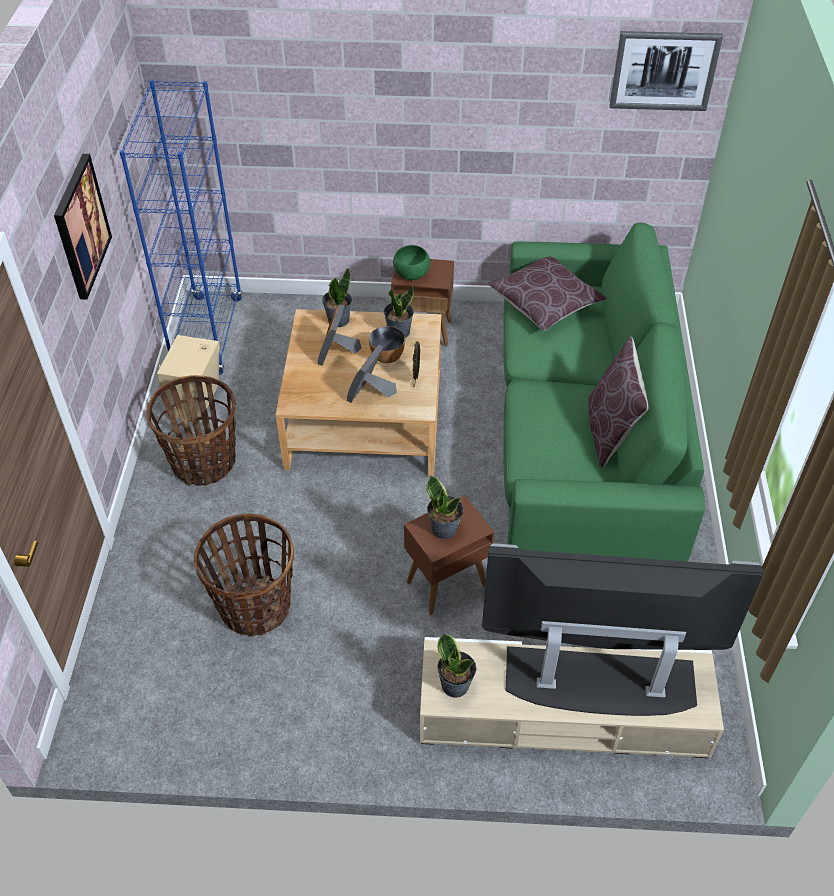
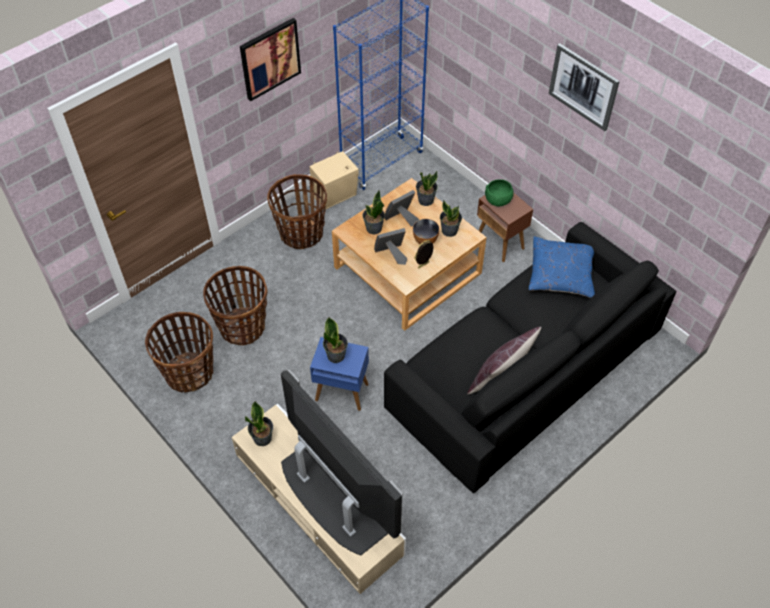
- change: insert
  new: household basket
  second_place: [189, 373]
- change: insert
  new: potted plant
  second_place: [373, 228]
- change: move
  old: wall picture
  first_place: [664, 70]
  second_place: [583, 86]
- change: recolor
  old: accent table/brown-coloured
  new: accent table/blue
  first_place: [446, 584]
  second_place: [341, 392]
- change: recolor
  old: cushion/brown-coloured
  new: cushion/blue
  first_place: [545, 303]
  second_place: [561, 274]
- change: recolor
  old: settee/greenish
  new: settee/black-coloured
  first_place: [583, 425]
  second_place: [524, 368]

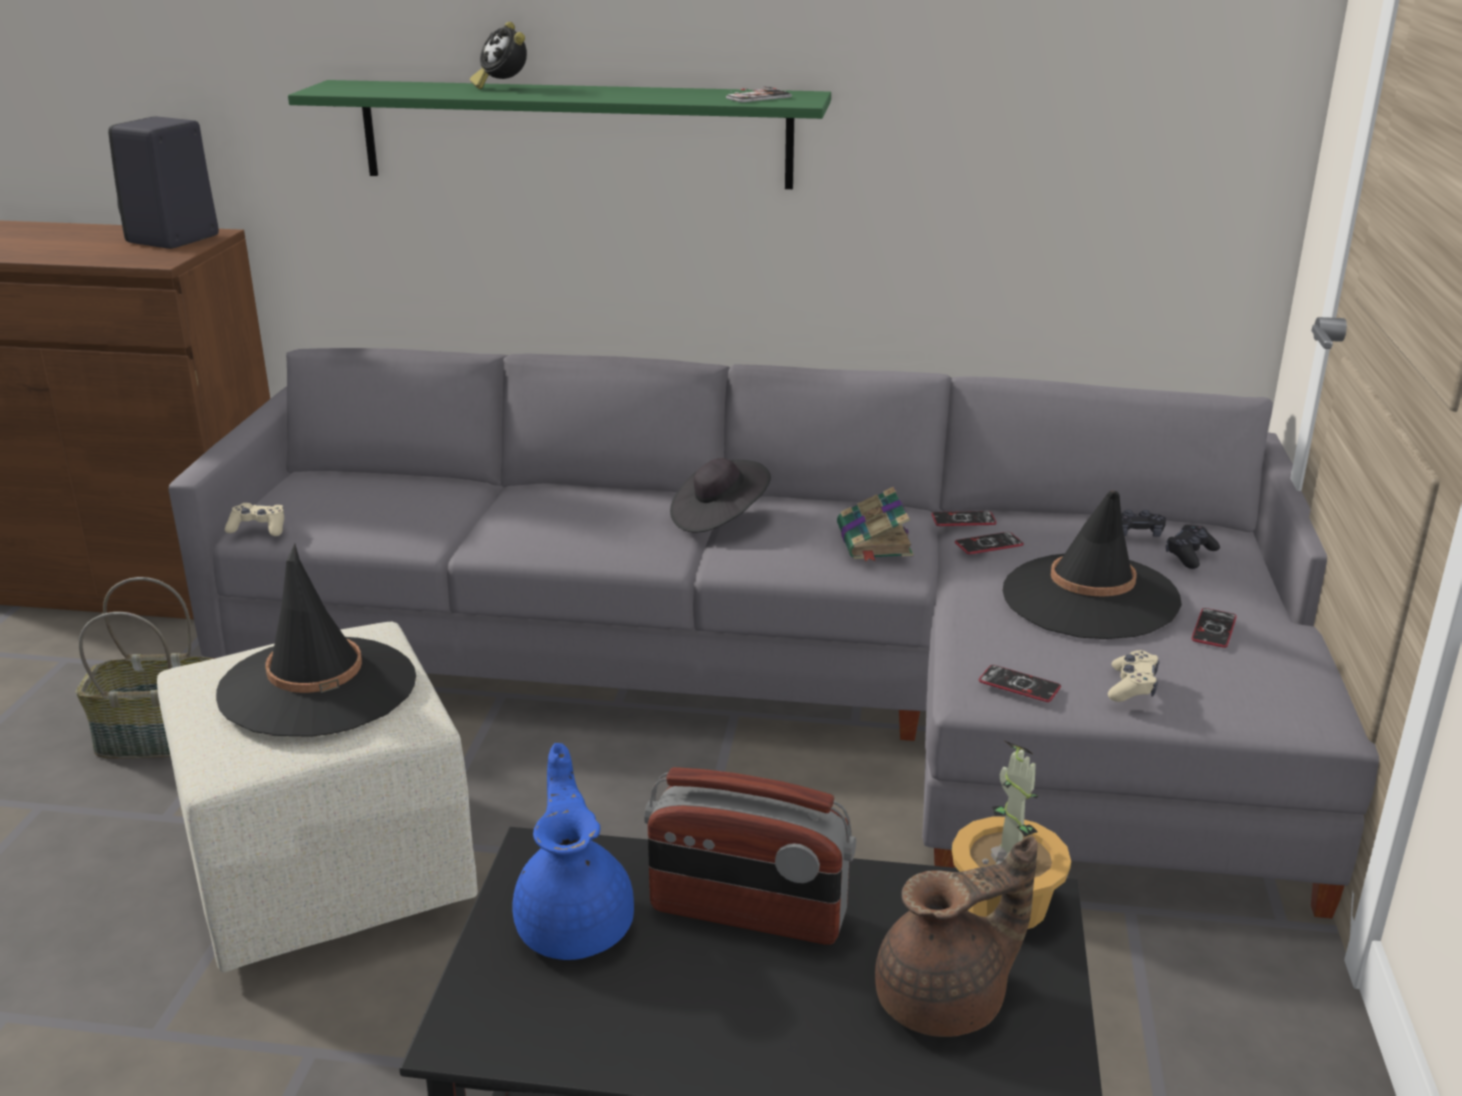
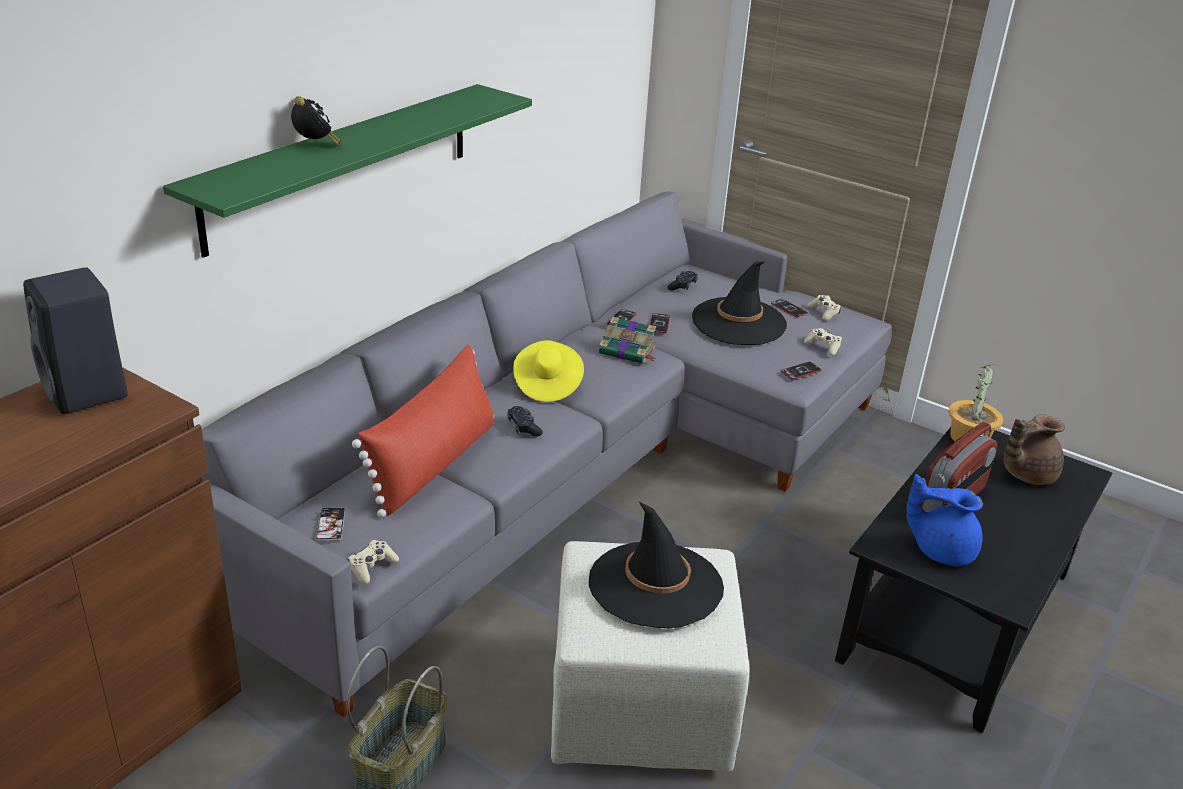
- change: insert
  new: cushion/red
  second_place: [434, 463]
- change: insert
  new: joypad/sand-coloured
  second_place: [824, 312]
- change: move
  old: telephone
  first_place: [759, 98]
  second_place: [330, 525]
- change: move
  old: joypad/black-coloured
  first_place: [1190, 555]
  second_place: [523, 427]
- change: recolor
  old: wearable hat/black-coloured
  new: wearable hat/yellow
  first_place: [719, 517]
  second_place: [547, 385]
- change: rotate
  old: alarm clock
  first_place: [502, 87]
  second_place: [316, 145]
  degrees: -105
- change: rotate
  old: teapot/brown-coloured
  first_place: [946, 1001]
  second_place: [1025, 474]
  degrees: -120

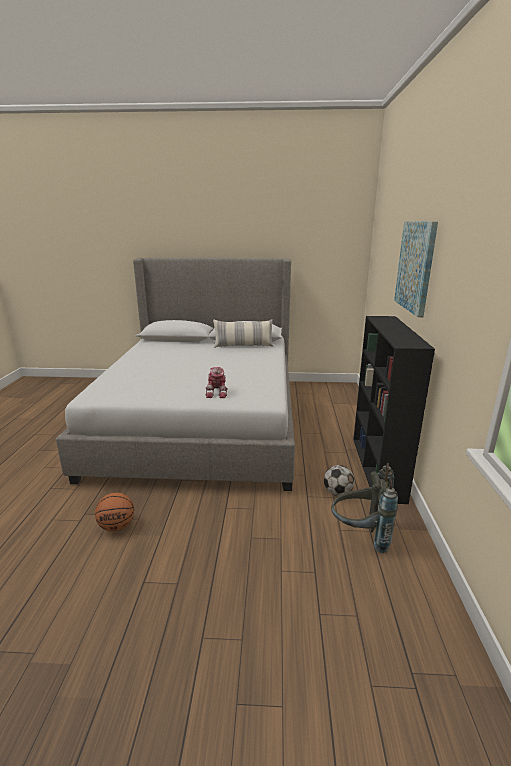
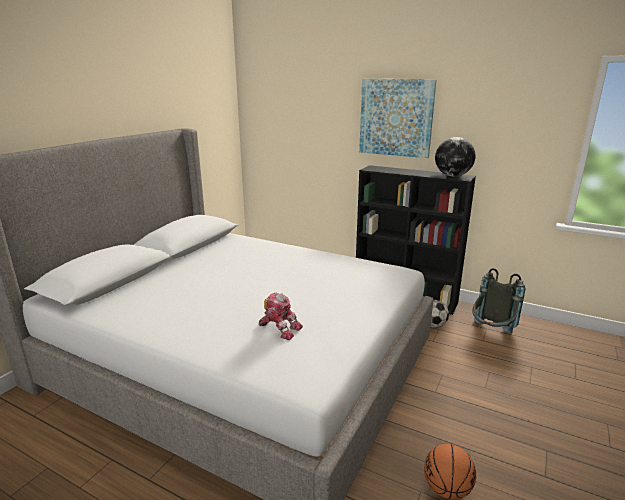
- change: delete
  old: cushion
  first_place: [243, 346]
- change: insert
  new: desk globe
  second_place: [452, 176]
- change: move
  old: model robot
  first_place: [218, 392]
  second_place: [280, 328]

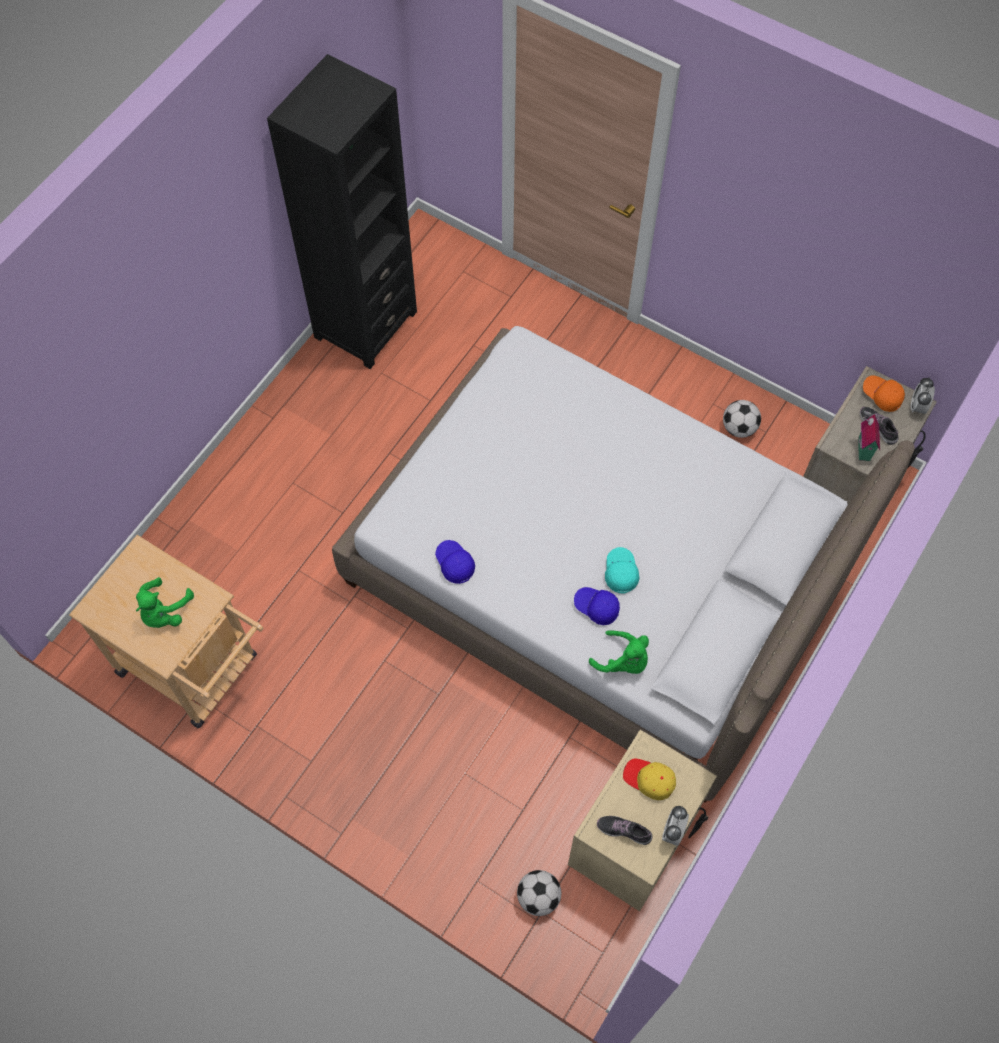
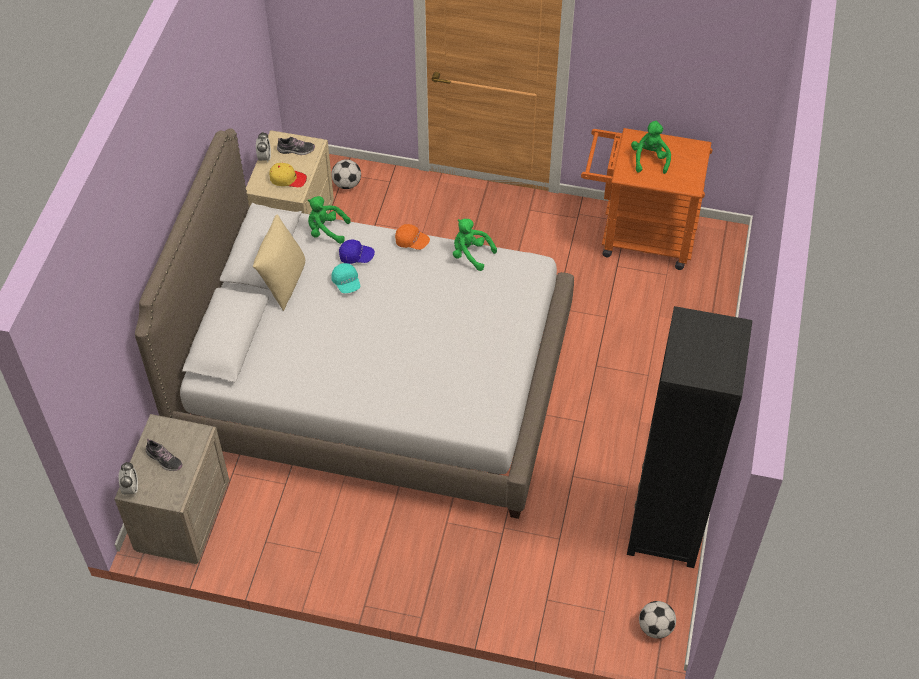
- change: delete
  old: toy house
  first_place: [862, 449]
- change: insert
  new: cushion/sand-coloured
  second_place: [283, 283]
- change: move
  old: ball for football
  first_place: [739, 428]
  second_place: [655, 627]
- change: move
  old: cap/orange
  first_place: [881, 396]
  second_place: [412, 242]
- change: replace
  old: cap/blue
  new: plush toy/greenish
  first_place: [454, 564]
  second_place: [470, 254]
- change: recolor
  old: cart/sand-coloured
  new: cart/orange
  first_place: [197, 670]
  second_place: [638, 236]

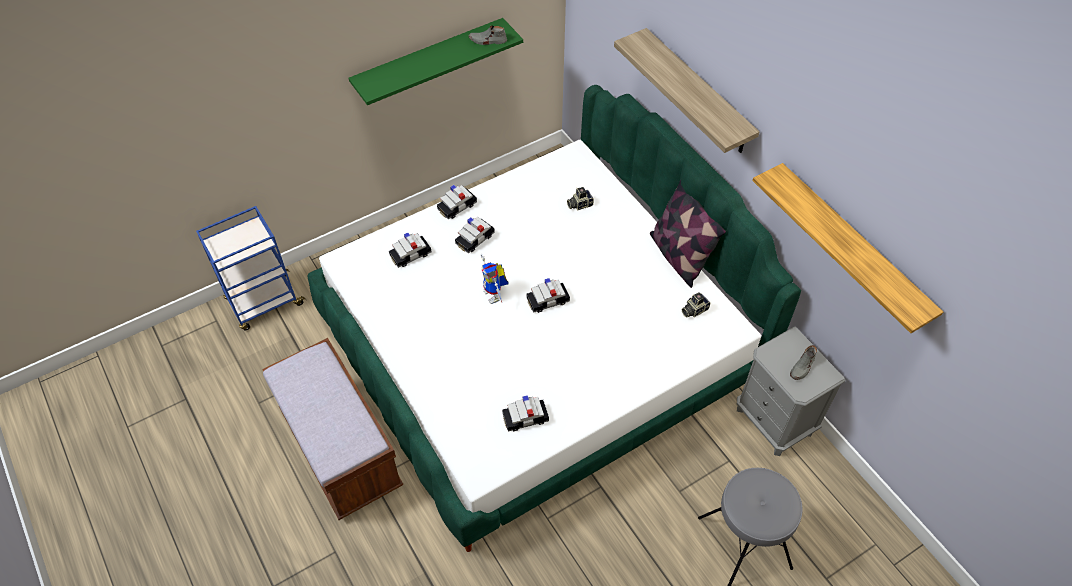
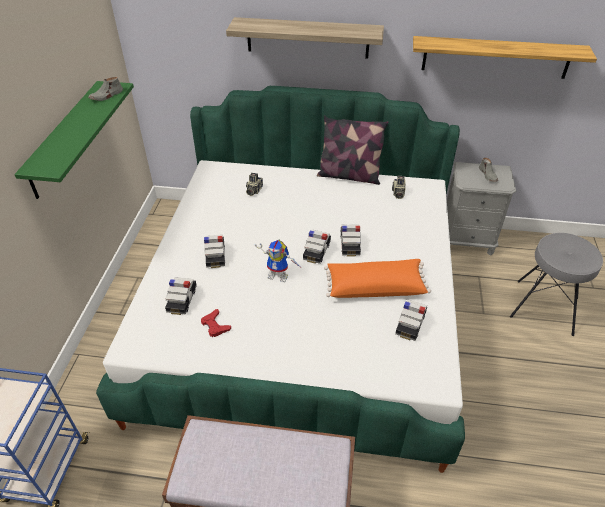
- change: insert
  new: joypad/red
  second_place: [215, 325]
- change: insert
  new: cushion/orange
  second_place: [375, 286]
- change: move
  old: model car
  first_place: [457, 207]
  second_place: [350, 245]

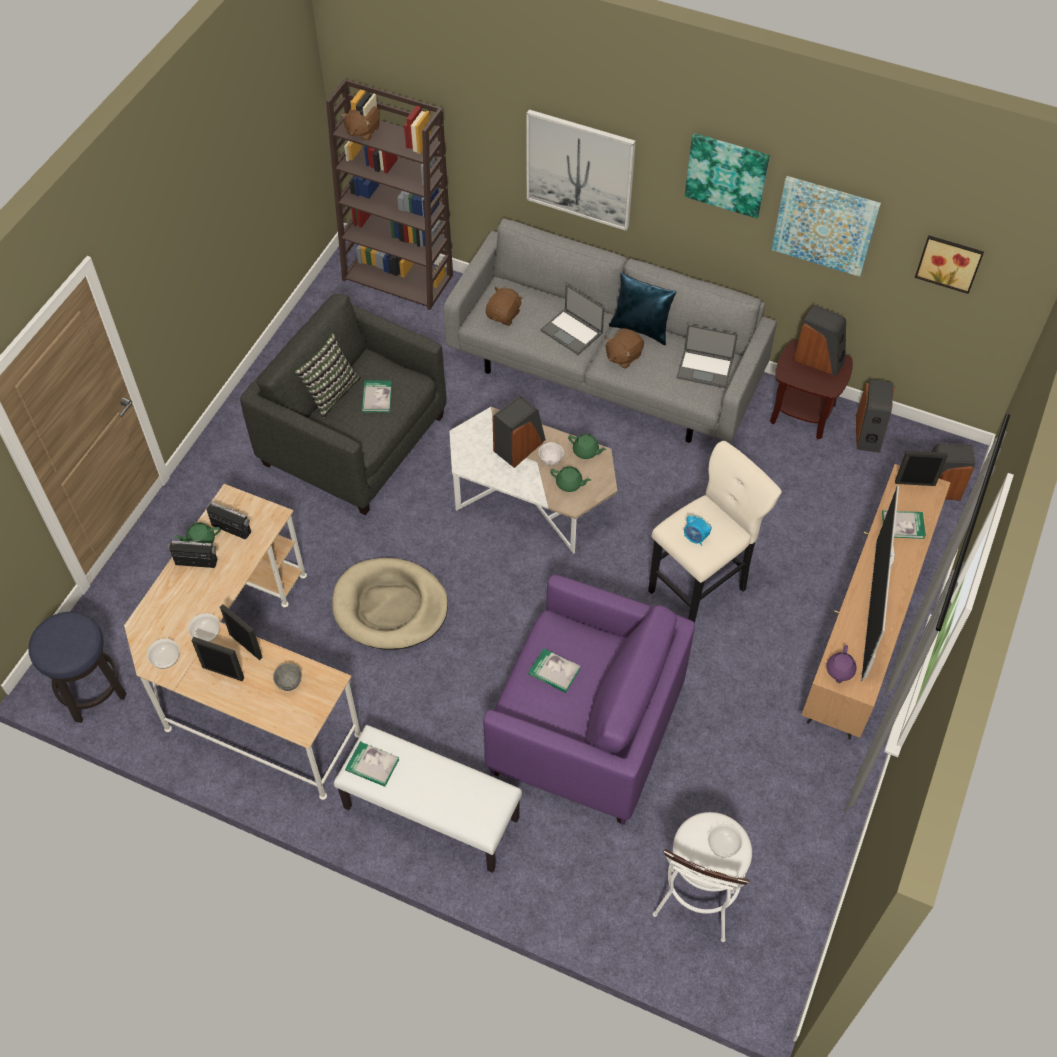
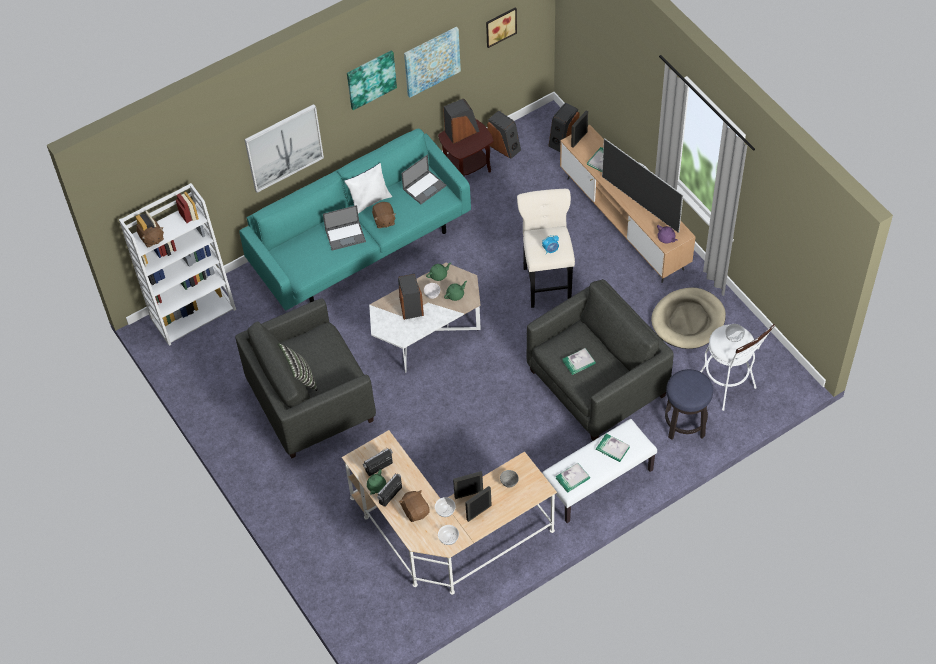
- change: move
  old: stool
  first_place: [91, 691]
  second_place: [685, 423]
- change: move
  old: dog cushion/sand-coloured
  first_place: [390, 607]
  second_place: [688, 320]
- change: move
  old: book
  first_place: [377, 397]
  second_place: [612, 448]
- change: move
  old: plush toy/brown-coloured
  first_place: [504, 315]
  second_place: [415, 511]
- change: recolor
  old: bookshelf/brown-coloured
  new: bookshelf/white
  first_place: [399, 277]
  second_place: [193, 313]
- change: recolor
  old: settee/greyish
  new: settee/turquoise
  first_place: [604, 372]
  second_place: [361, 245]
- change: recolor
  old: easy chair/purple-coloured
  new: easy chair/greyish
  first_place: [585, 729]
  second_place: [596, 383]
- change: recolor
  old: cushion/blue
  new: cushion/white
  first_place: [641, 328]
  second_place: [369, 201]

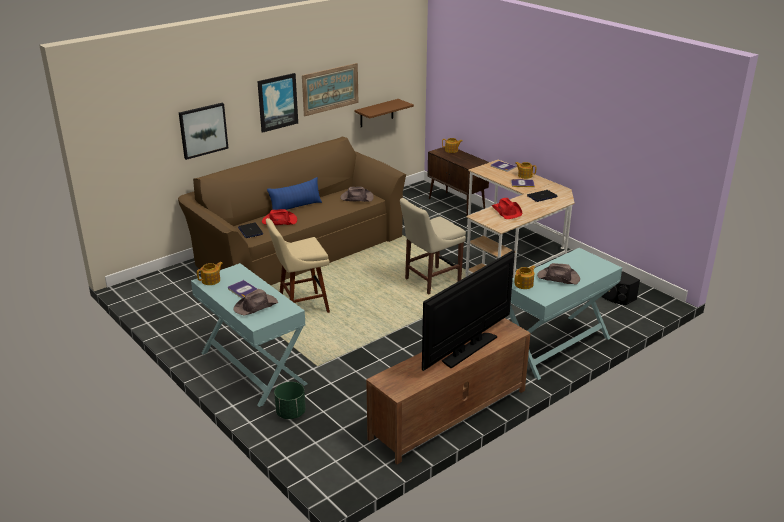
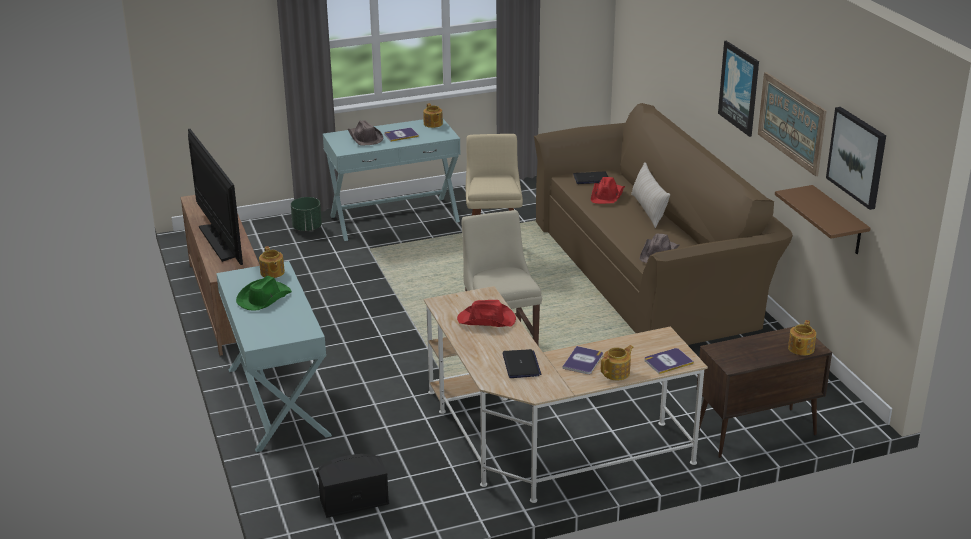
- change: move
  old: wall picture
  first_place: [203, 130]
  second_place: [857, 157]
- change: recolor
  old: cushion/blue
  new: cushion/sand-coloured
  first_place: [295, 207]
  second_place: [648, 210]
- change: recolor
  old: wearable hat/brown-coloured
  new: wearable hat/greenish
  first_place: [558, 278]
  second_place: [263, 298]

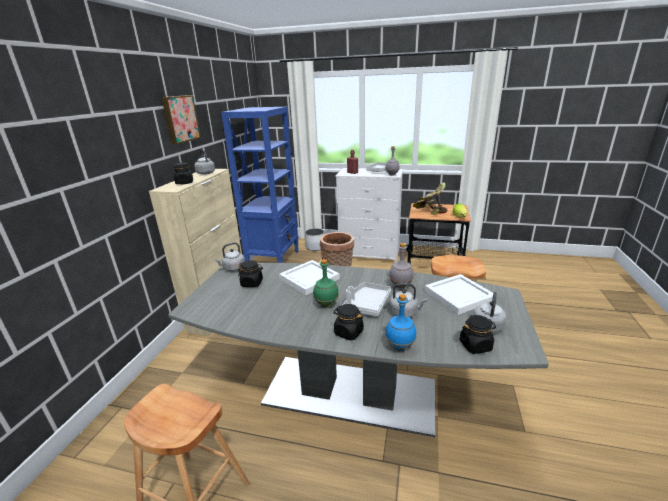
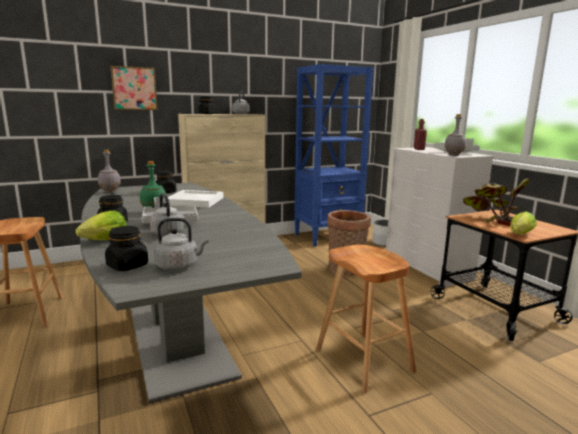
- change: delete
  old: tea kettle/greyish
  first_place: [233, 269]
- change: delete
  old: carrying tray/white
  first_place: [458, 296]
- change: move
  old: wall picture
  first_place: [180, 119]
  second_place: [134, 88]
- change: move
  old: bottle/greyish
  first_place: [401, 286]
  second_place: [110, 192]
- change: replace
  old: bottle/blue
  new: lettuce
  first_place: [400, 346]
  second_place: [102, 241]

